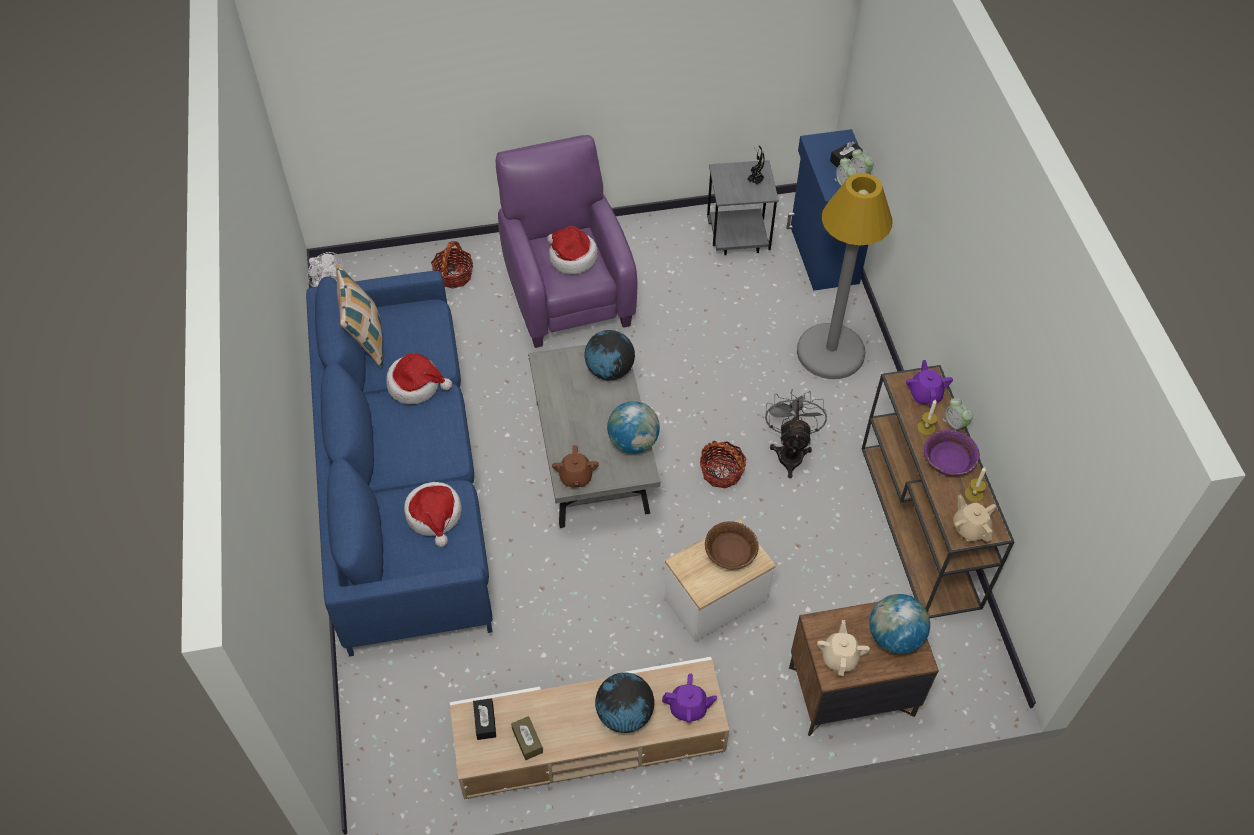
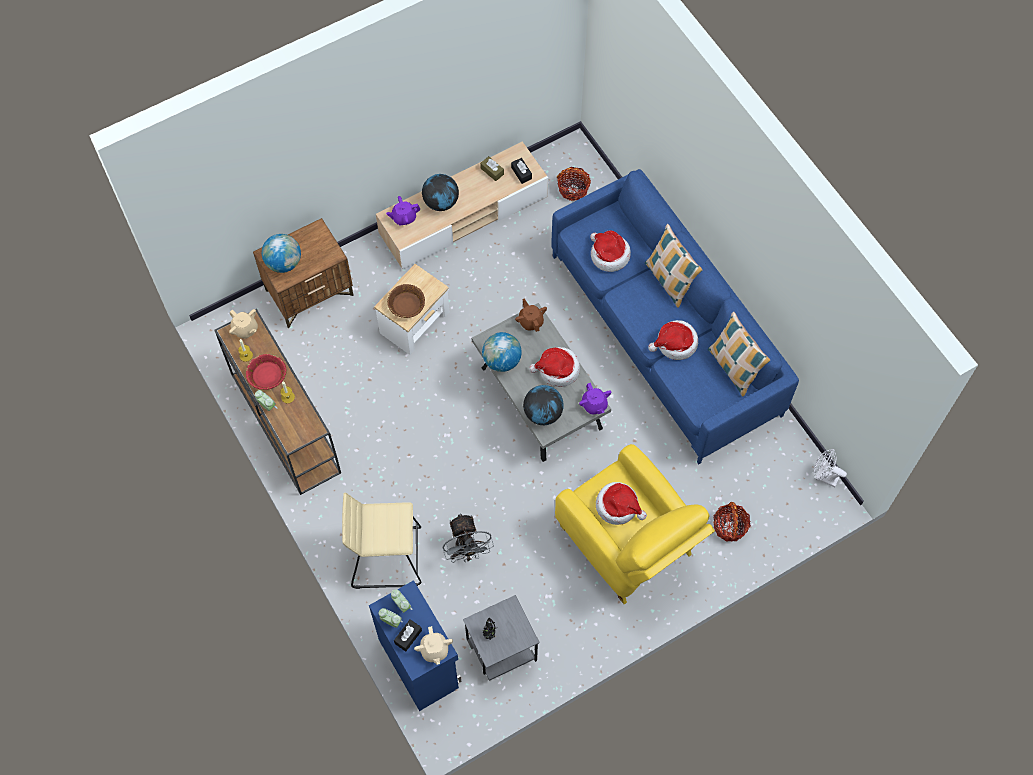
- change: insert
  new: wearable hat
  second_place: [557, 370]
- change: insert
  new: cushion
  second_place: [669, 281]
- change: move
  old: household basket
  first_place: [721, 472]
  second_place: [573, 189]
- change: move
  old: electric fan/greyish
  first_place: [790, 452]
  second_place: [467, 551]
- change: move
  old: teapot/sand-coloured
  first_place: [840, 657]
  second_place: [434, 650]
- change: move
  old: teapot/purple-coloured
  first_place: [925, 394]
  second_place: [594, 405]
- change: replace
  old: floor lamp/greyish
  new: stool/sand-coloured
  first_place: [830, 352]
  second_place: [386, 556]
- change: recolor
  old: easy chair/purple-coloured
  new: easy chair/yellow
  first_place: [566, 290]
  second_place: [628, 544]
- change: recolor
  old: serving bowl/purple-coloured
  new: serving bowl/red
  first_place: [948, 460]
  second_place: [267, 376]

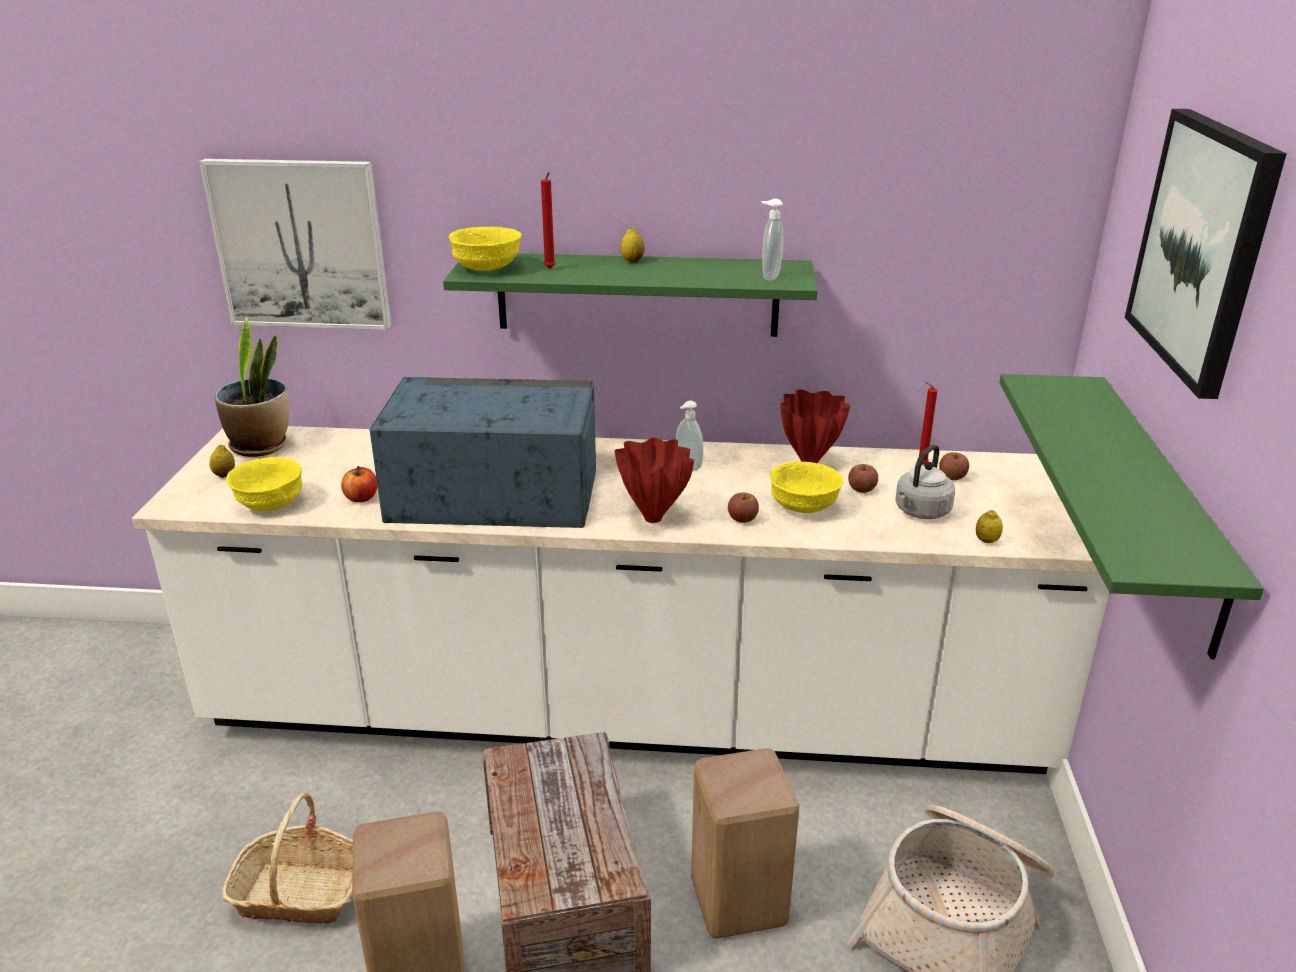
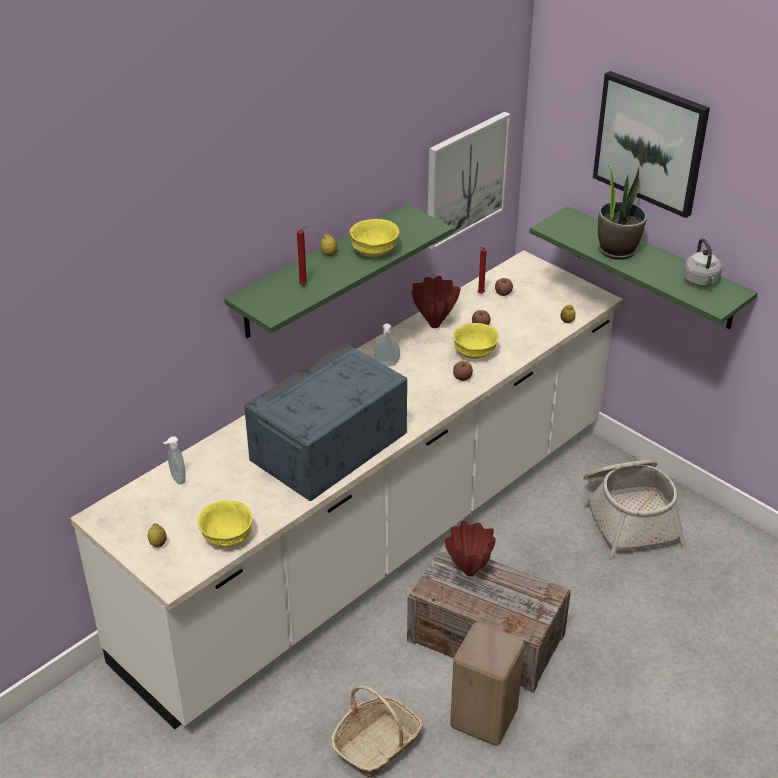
- change: delete
  old: apple
  first_place: [361, 498]
- change: delete
  old: stool/sand-coloured
  first_place: [741, 903]
- change: move
  old: wall picture
  first_place: [301, 244]
  second_place: [465, 179]
- change: move
  old: potted plant
  first_place: [261, 446]
  second_place: [617, 250]
- change: move
  old: serving bowl/yellow
  first_place: [486, 268]
  second_place: [374, 251]
- change: move
  old: flower vase/red
  first_place: [654, 517]
  second_place: [469, 571]
- change: move
  old: soap bottle
  first_place: [769, 276]
  second_place: [177, 479]
- change: move
  old: tea kettle/greyish
  first_place: [920, 512]
  second_place: [701, 282]

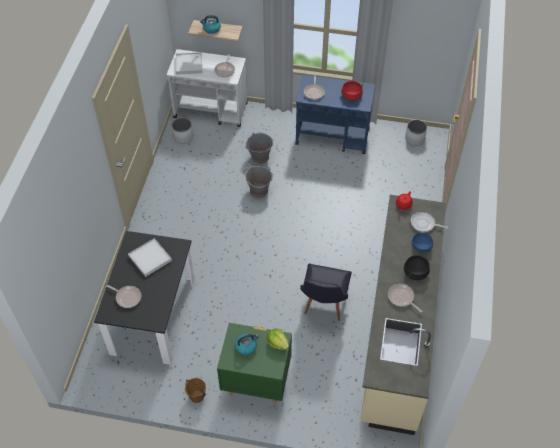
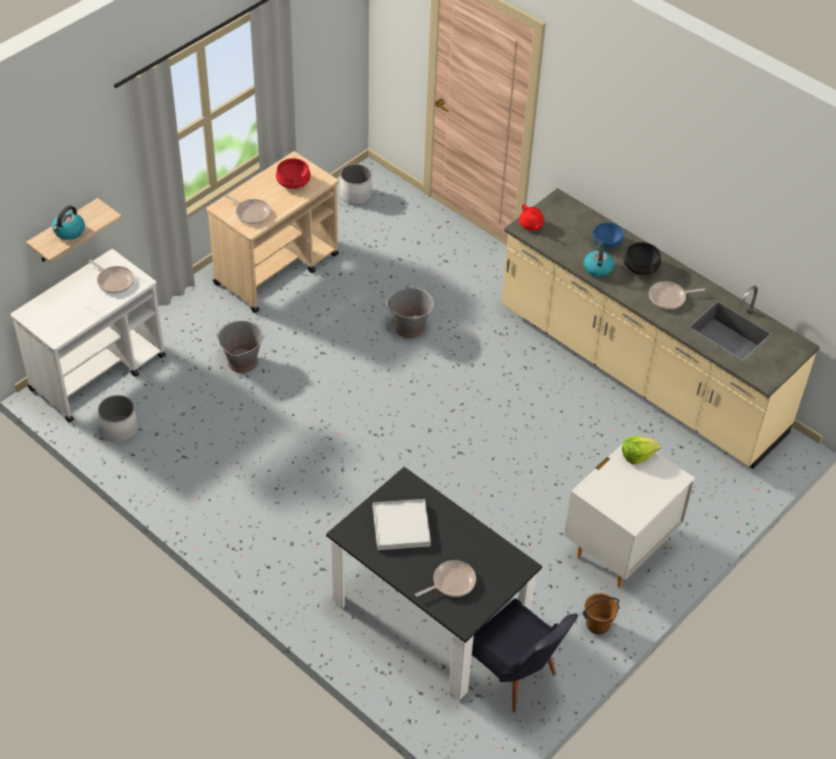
- change: delete
  old: carrying tray/white
  first_place: [189, 65]
- change: delete
  old: skillet
  first_place: [424, 224]
- change: move
  old: tea kettle
  first_place: [246, 346]
  second_place: [597, 268]
- change: move
  old: water bucket/greyish
  first_place: [259, 190]
  second_place: [410, 327]
- change: move
  old: upright chair/black-coloured
  first_place: [324, 305]
  second_place: [515, 677]
- change: recolor
  old: night table/greenish
  new: night table/white
  first_place: [256, 382]
  second_place: [619, 549]
- change: recolor
  old: cart/blue
  new: cart/sand-coloured
  first_place: [333, 136]
  second_place: [277, 269]

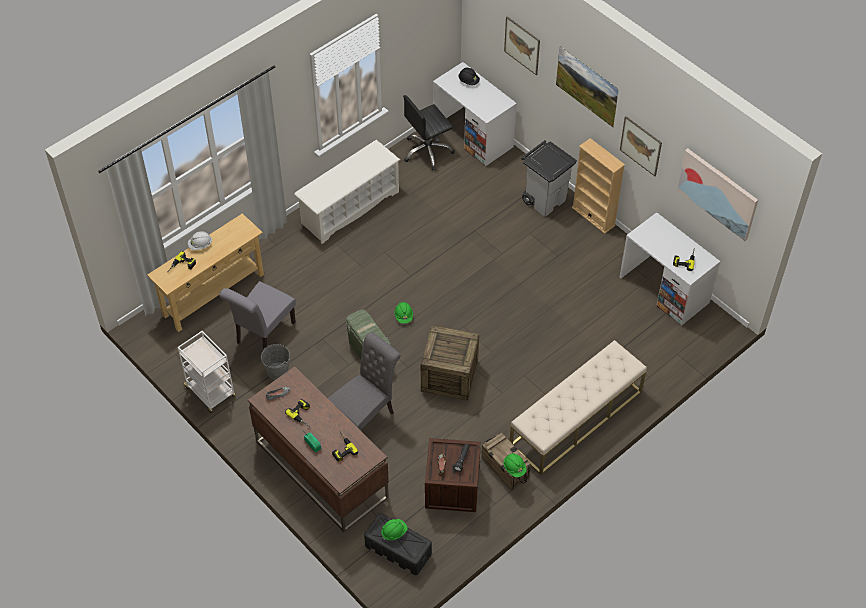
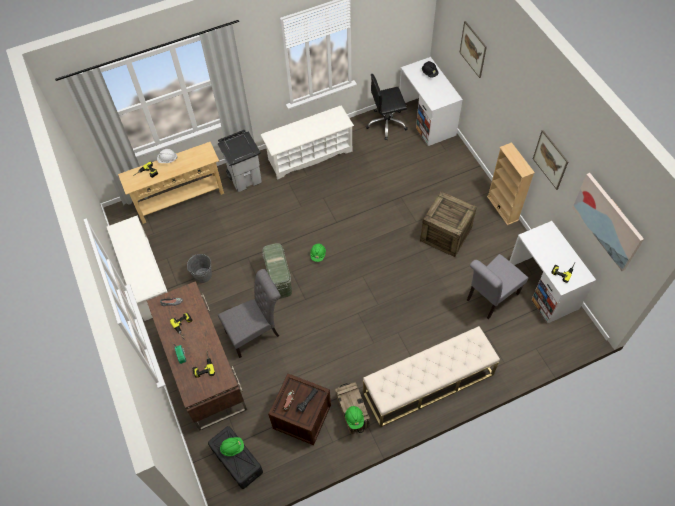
- change: delete
  old: wall picture
  first_place: [585, 96]
- change: move
  old: upright chair/greyish
  first_place: [263, 335]
  second_place: [489, 298]
- change: move
  old: packing crate
  first_place: [449, 376]
  second_place: [445, 234]
- change: move
  old: rubbish bin/greyish
  first_place: [544, 199]
  second_place: [245, 178]
- change: replace
  old: cart/white
  new: shoe shelf/white
  first_place: [211, 392]
  second_place: [146, 279]

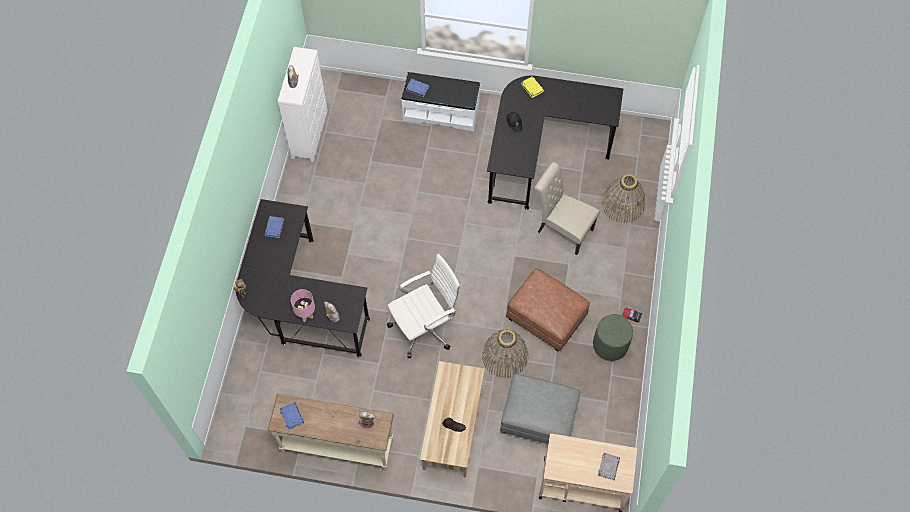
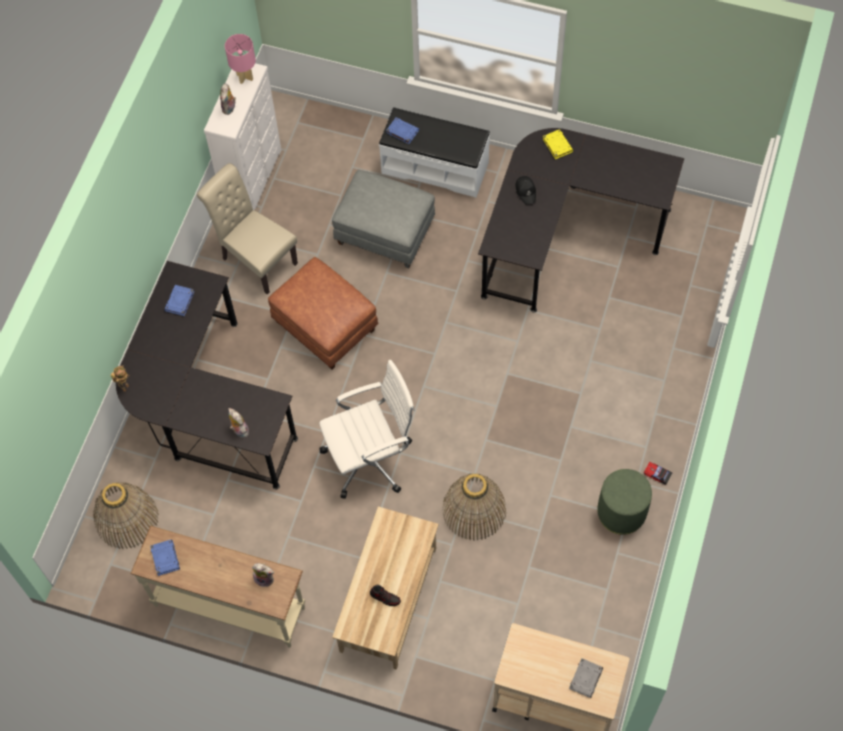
- change: move
  old: tabletop lamp/pinkish
  first_place: [306, 315]
  second_place: [245, 77]
- change: move
  old: ottoman/greyish
  first_place: [537, 419]
  second_place: [384, 233]
- change: move
  old: ottoman/brown-coloured
  first_place: [546, 318]
  second_place: [326, 326]
- change: move
  old: upright chair/sand-coloured
  first_place: [562, 229]
  second_place: [255, 259]
- change: move
  old: household basket
  first_place: [622, 204]
  second_place: [126, 519]

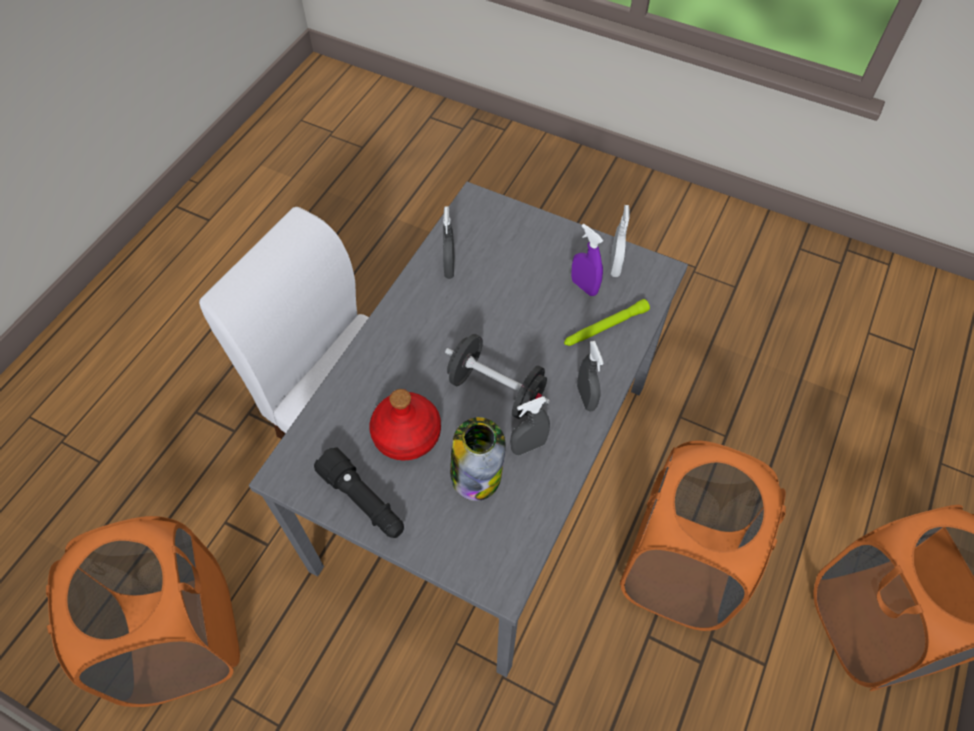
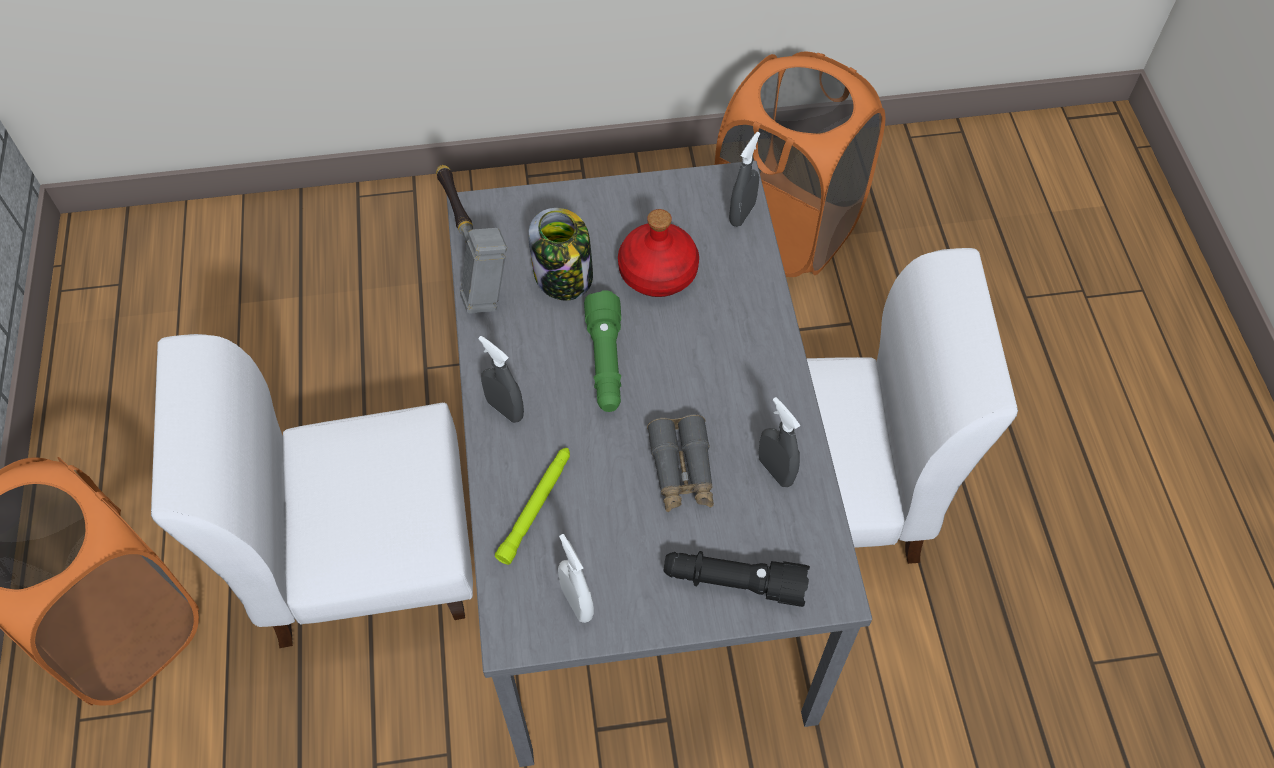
- change: delete
  old: sprayer/purple-coloured
  first_place: [584, 286]
- change: insert
  new: tool hammer
  second_place: [469, 252]
- change: insert
  new: binoculars/greyish
  second_place: [682, 470]
- change: move
  old: flashlight/black-coloured
  first_place: [363, 501]
  second_place: [733, 582]
- change: move
  old: sprayer/greyish
  first_place: [528, 446]
  second_place: [742, 214]
- change: replace
  old: free weight/black-coloured
  new: flashlight/greenish
  first_place: [496, 390]
  second_place: [606, 362]
- change: replace
  old: washing basket/orange
  new: upright chair/white
  first_place: [678, 568]
  second_place: [364, 557]

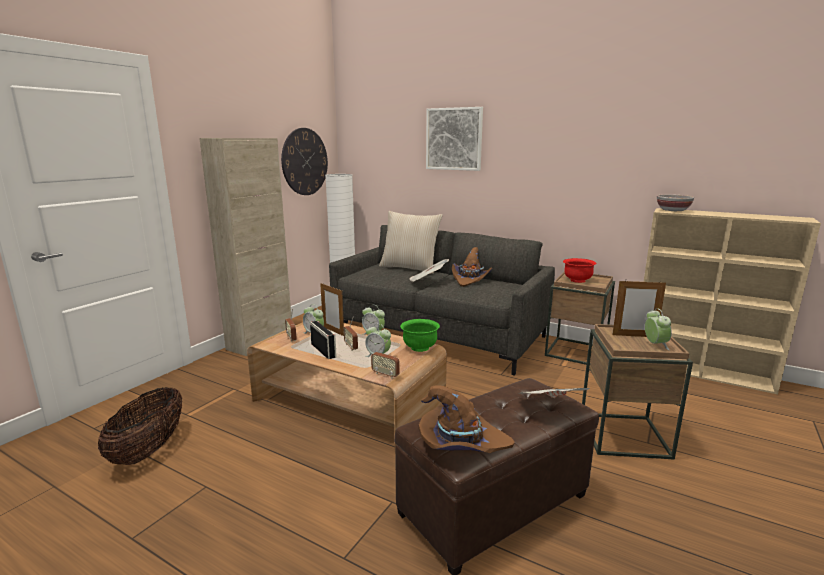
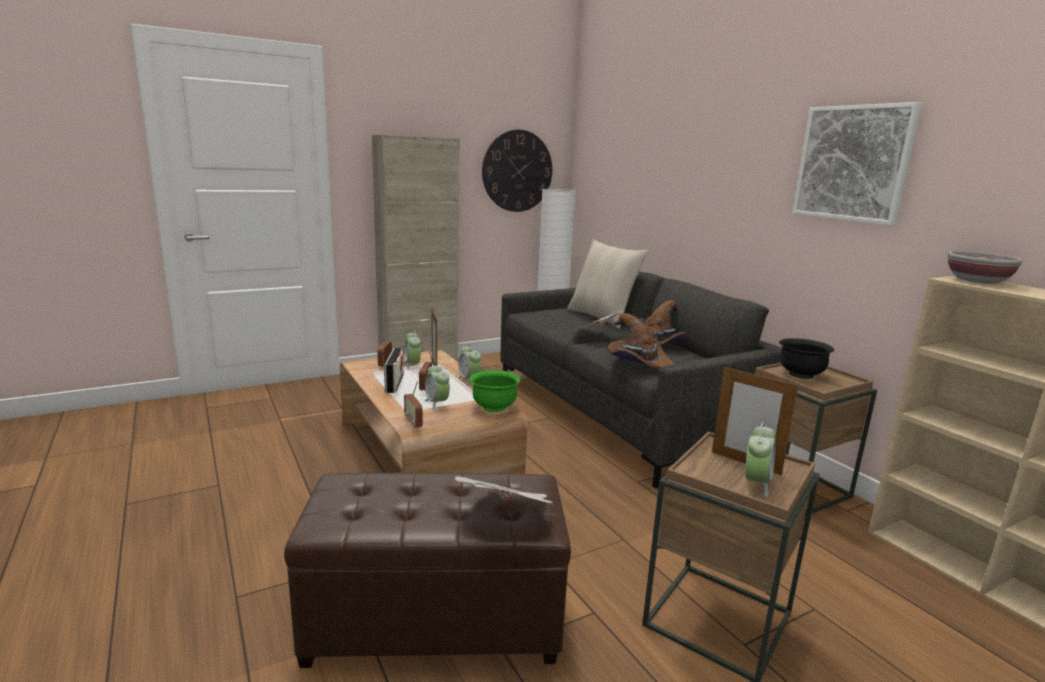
- change: delete
  old: household basket
  first_place: [149, 449]
- change: move
  old: wearable hat/brown-coloured
  first_place: [461, 442]
  second_place: [639, 363]
- change: move
  old: wall picture
  first_place: [454, 139]
  second_place: [853, 163]
- change: recolor
  old: serving bowl/red
  new: serving bowl/black-coloured
  first_place: [577, 280]
  second_place: [800, 374]

